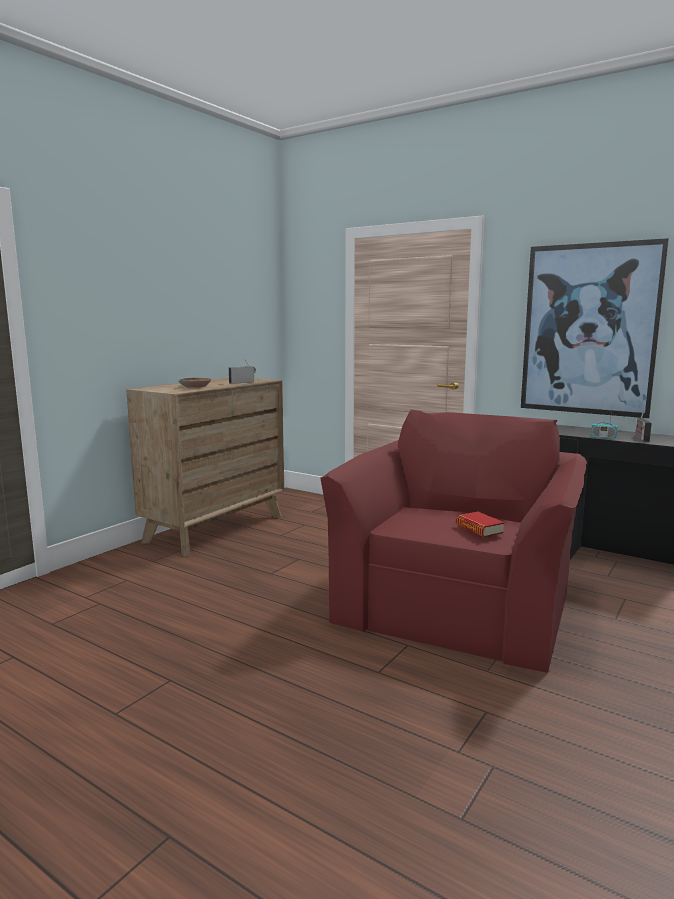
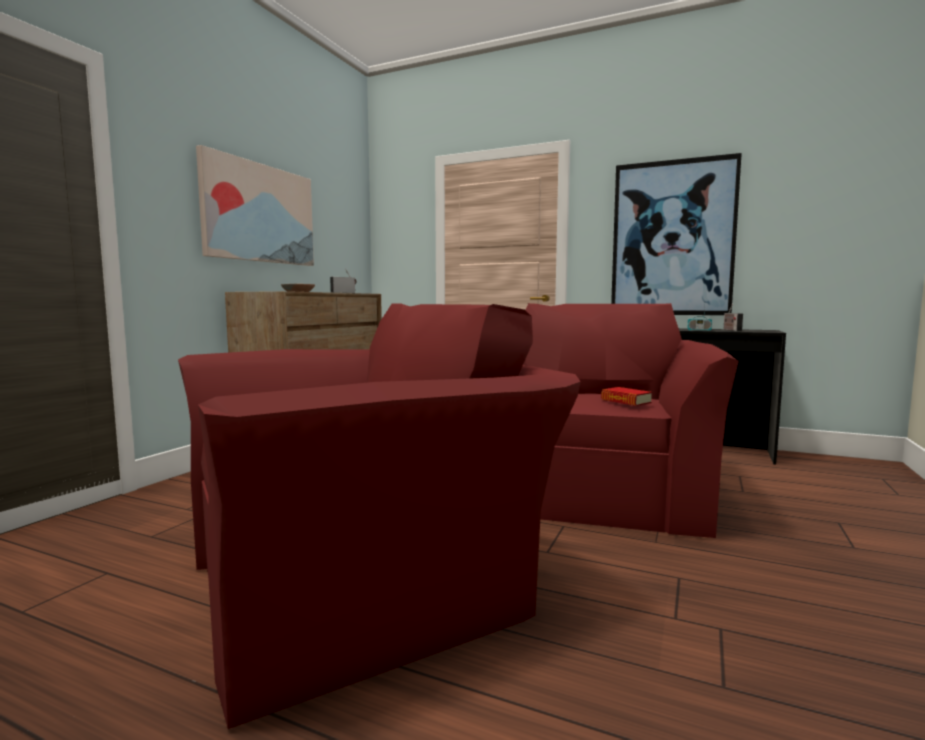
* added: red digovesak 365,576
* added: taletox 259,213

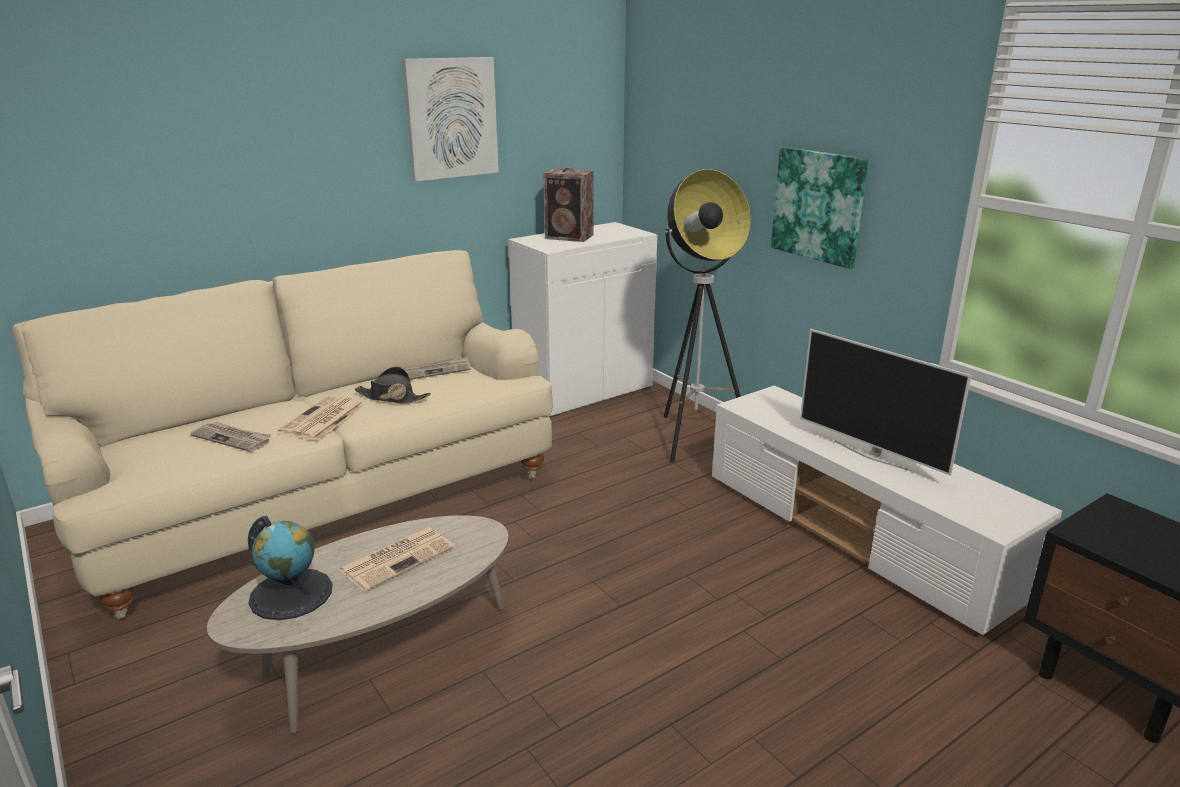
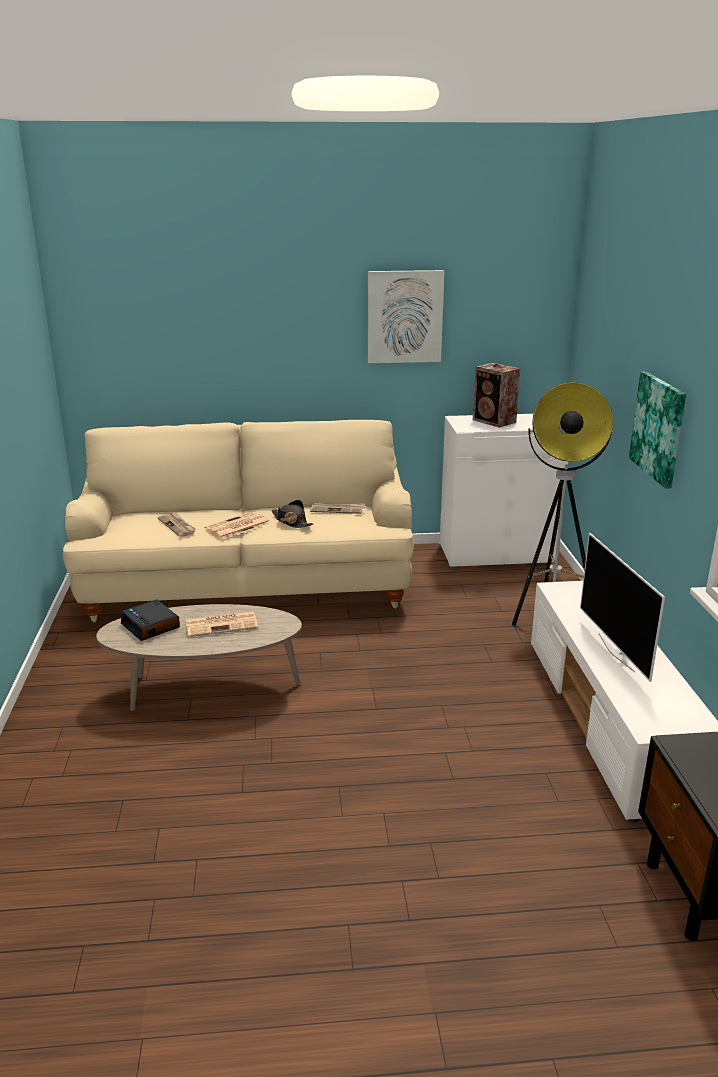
* replaced: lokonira 291,593 to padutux 151,626

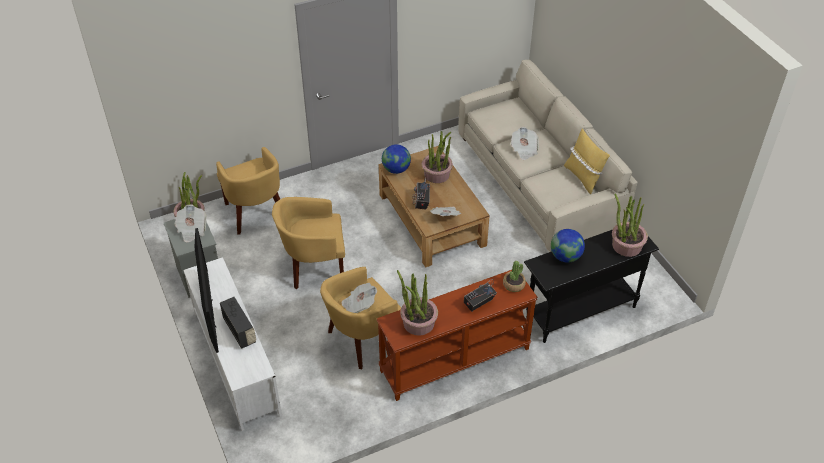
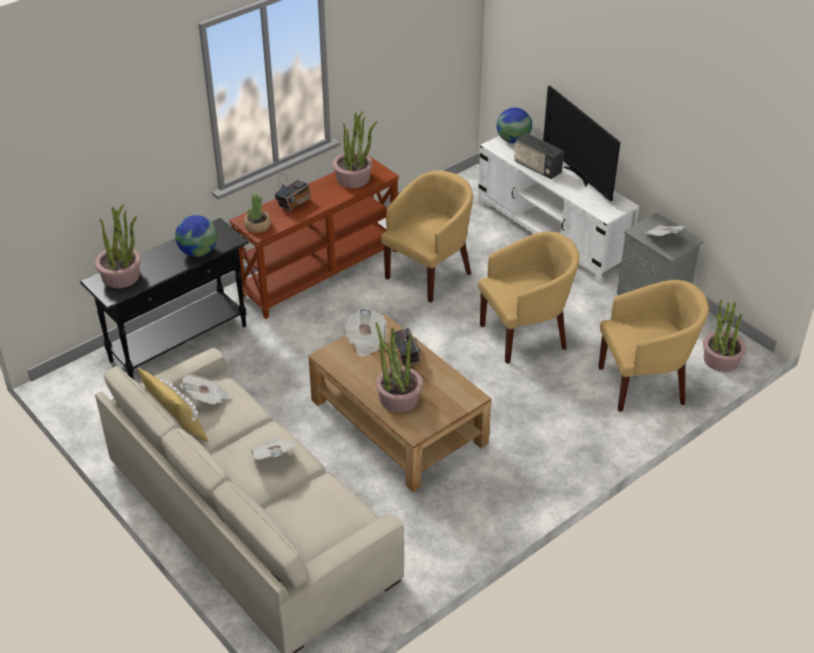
* moved: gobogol 359,304 to 207,398
* moved: lokonira 396,169 to 513,140
* turned: yellow digovesak 255,213 = 644,383 120 degrees clockwise

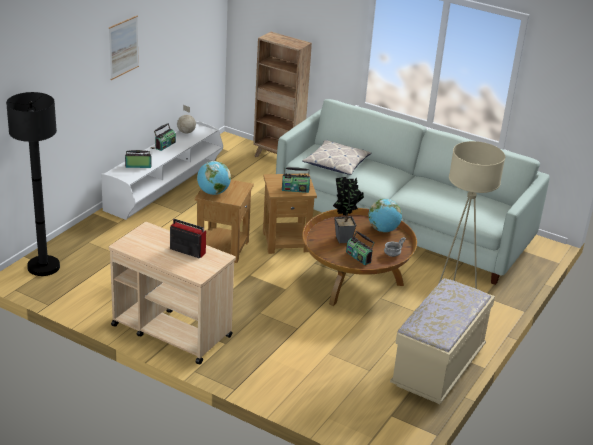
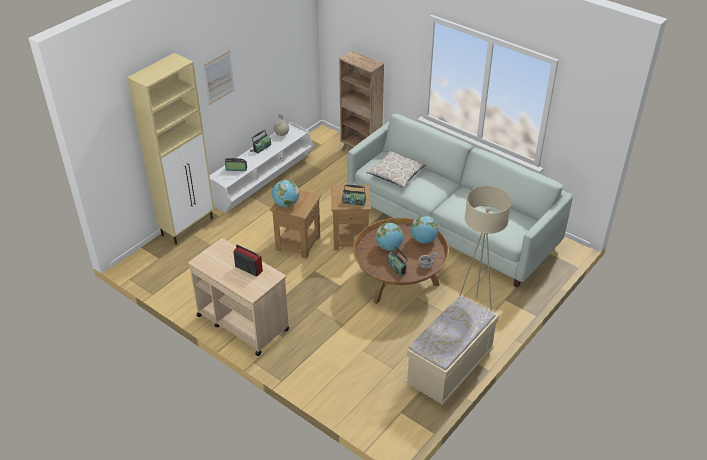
* added: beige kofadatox 188,226
* replaced: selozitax 344,238 to lokonira 389,247
* removed: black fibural 43,267

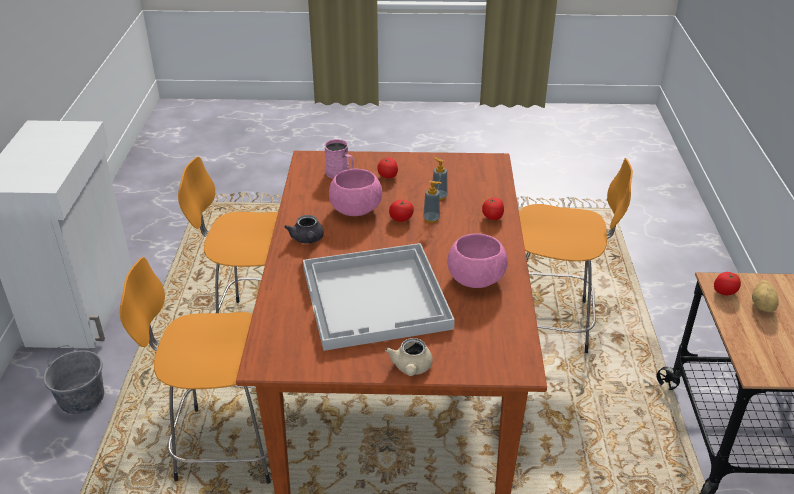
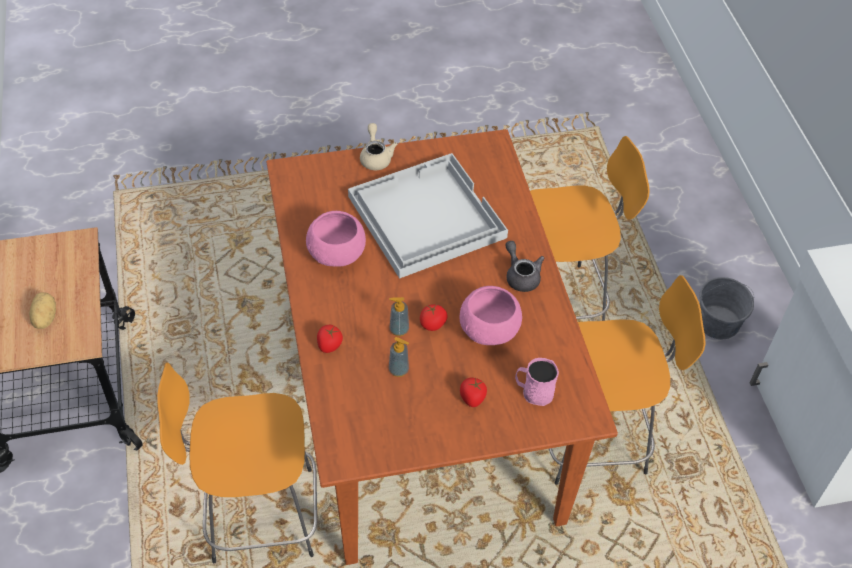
* removed: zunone 724,291

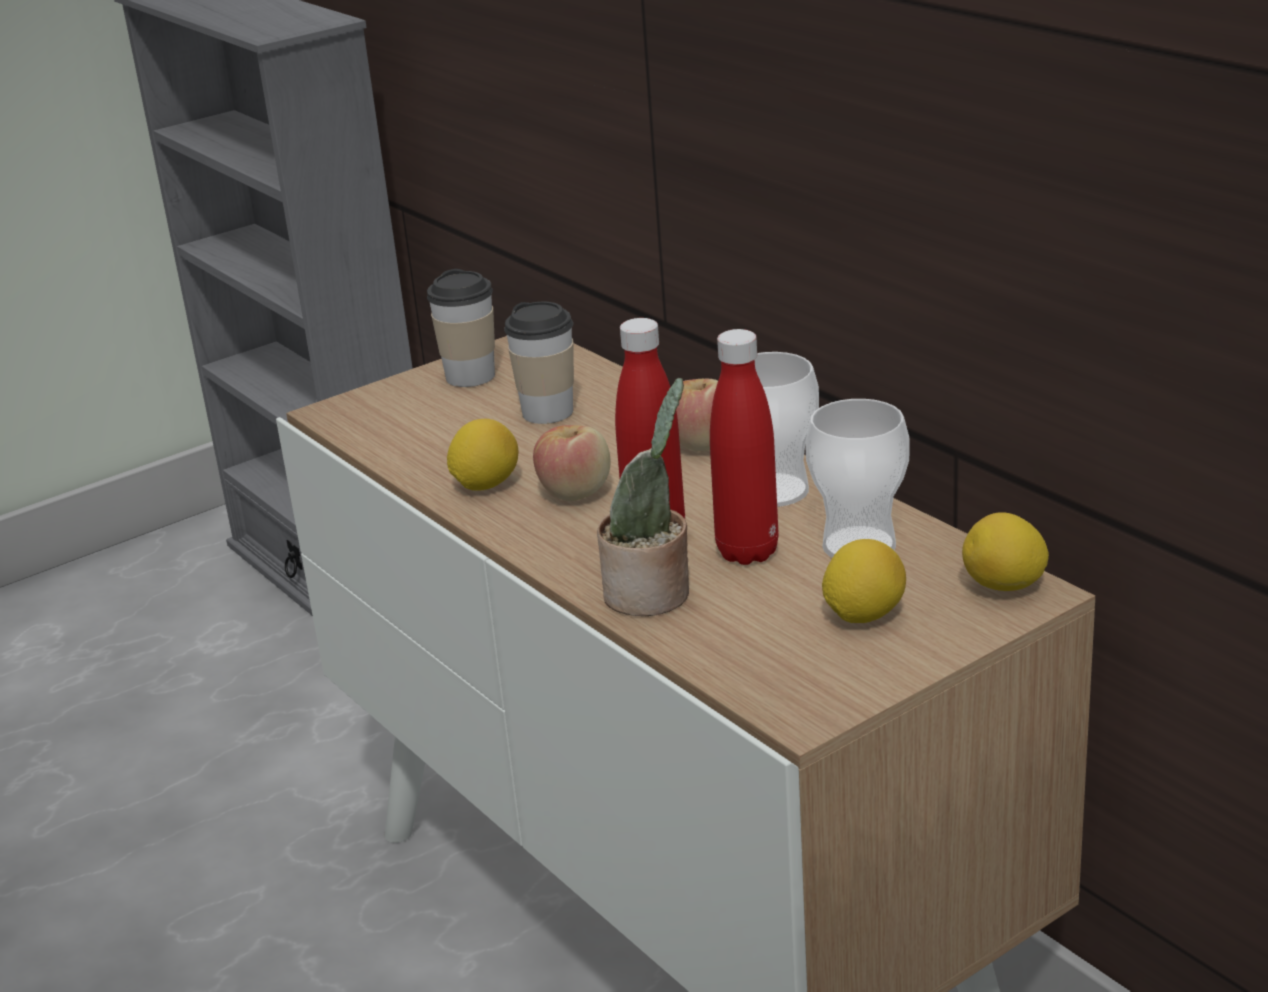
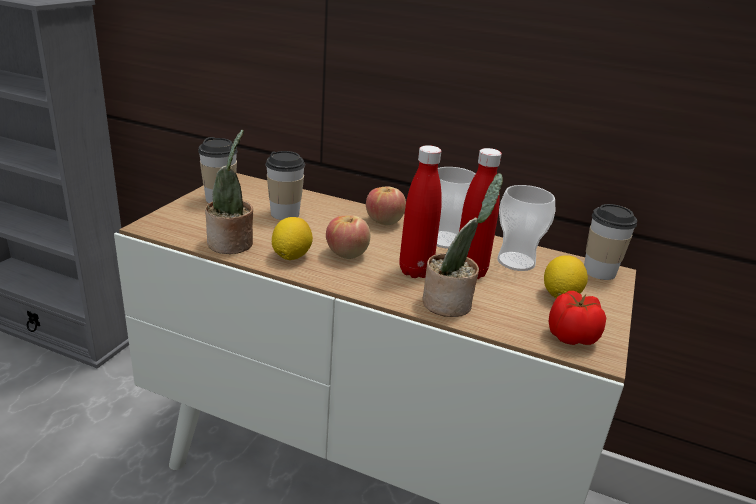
* added: selozitax 232,245
* added: zunone 571,336
* replaced: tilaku 1004,587 to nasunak 599,271

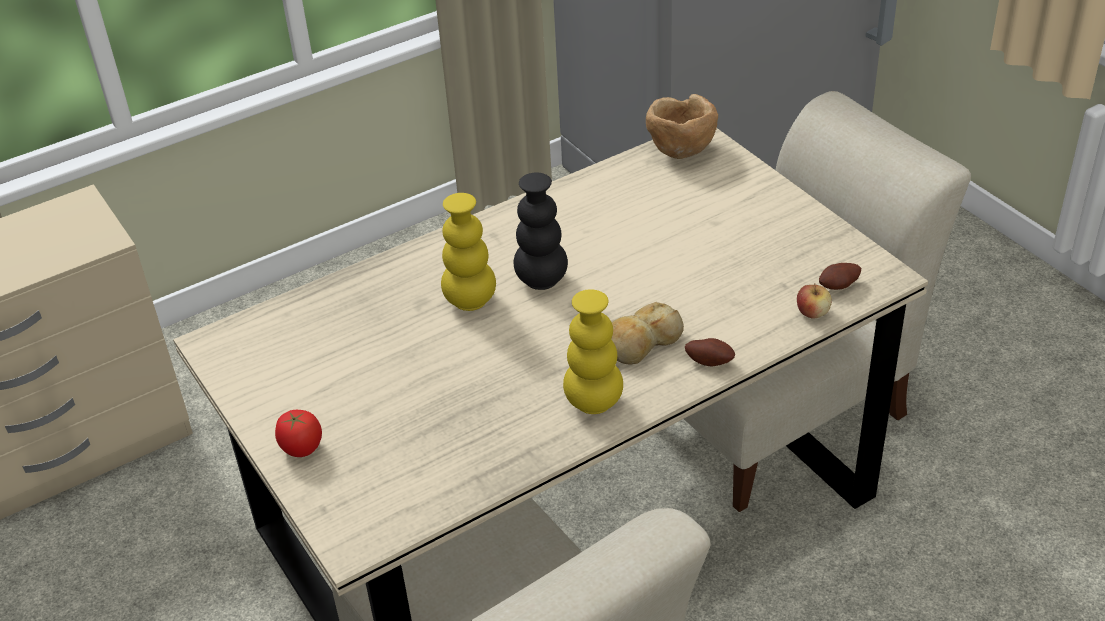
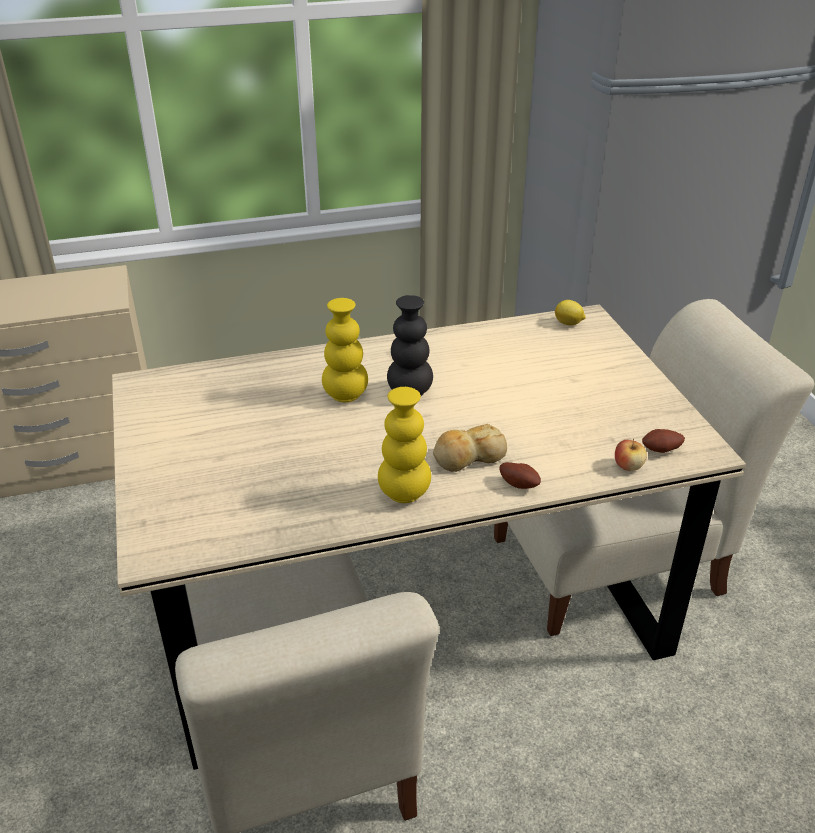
* replaced: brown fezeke 680,151 to tilaku 569,323
* removed: zunone 301,448

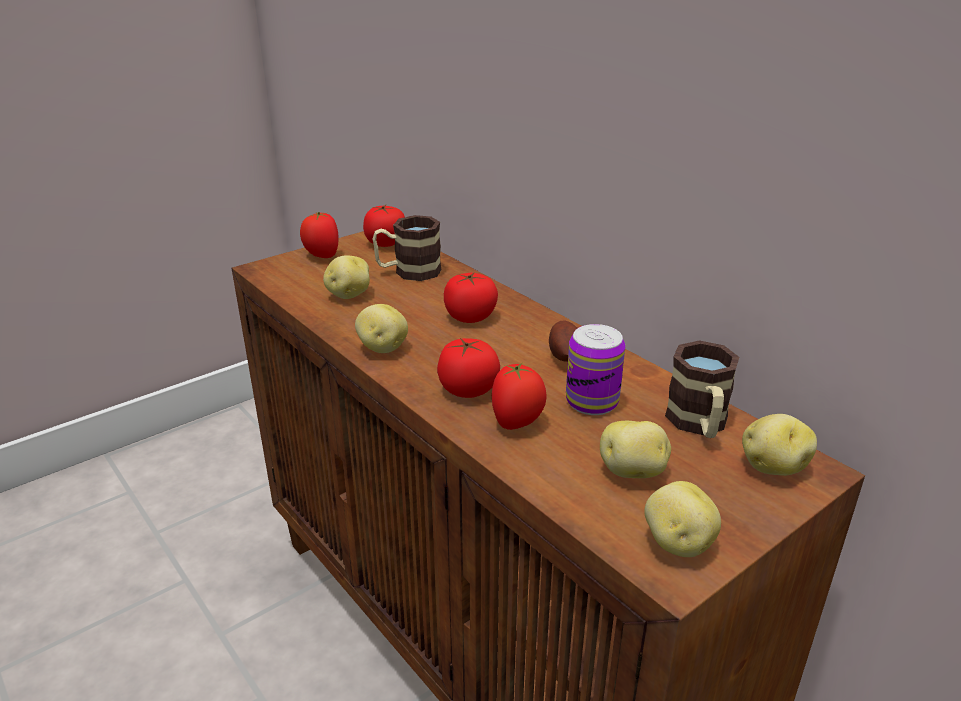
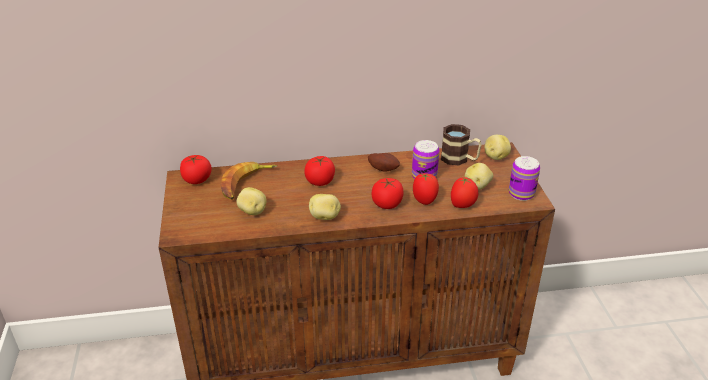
* replaced: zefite 408,272 to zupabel 246,184
* moved: zunone 322,256 to 463,206
* replaced: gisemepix 676,543 to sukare 521,193

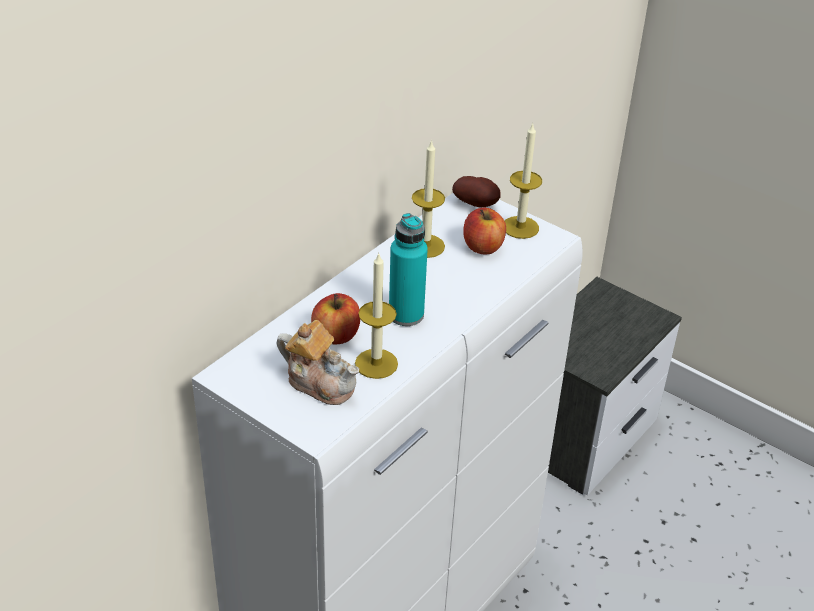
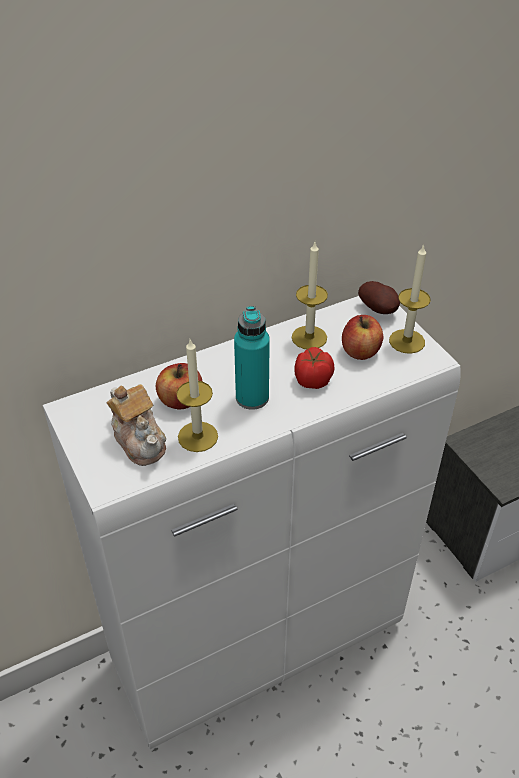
* added: zunone 312,380

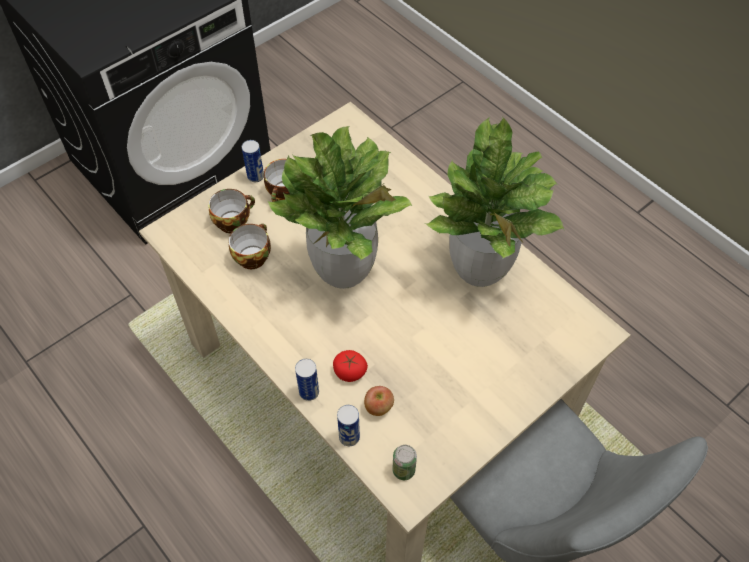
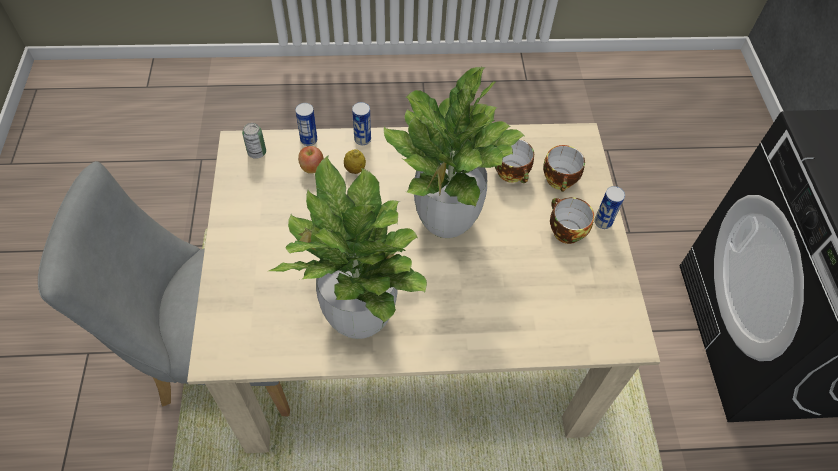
* replaced: zunone 350,371 to tilaku 355,169

